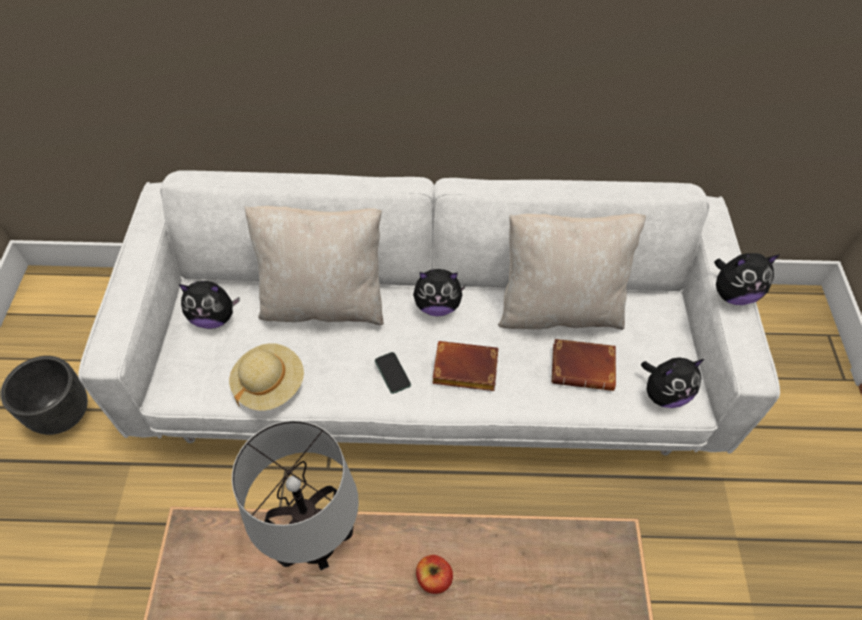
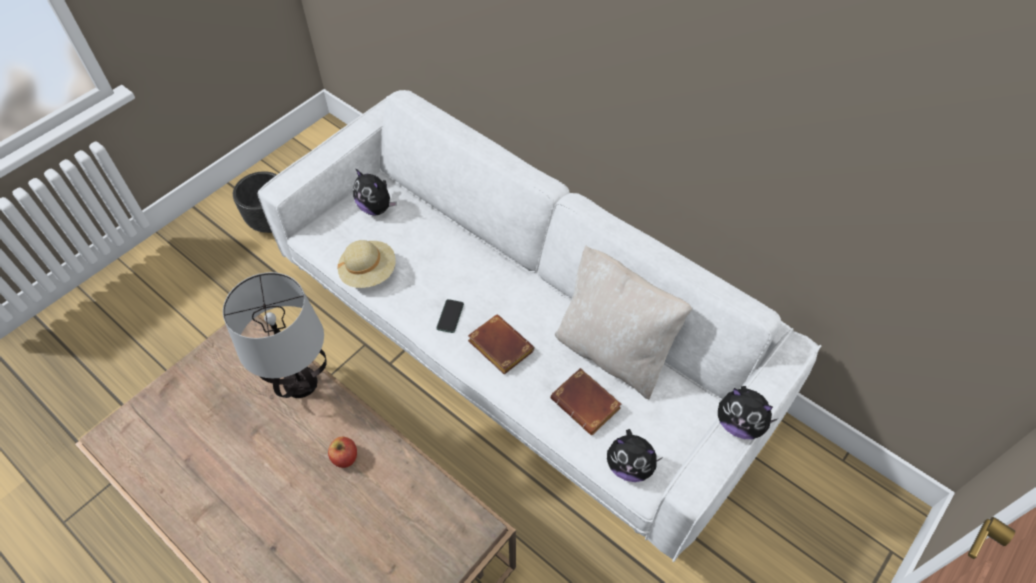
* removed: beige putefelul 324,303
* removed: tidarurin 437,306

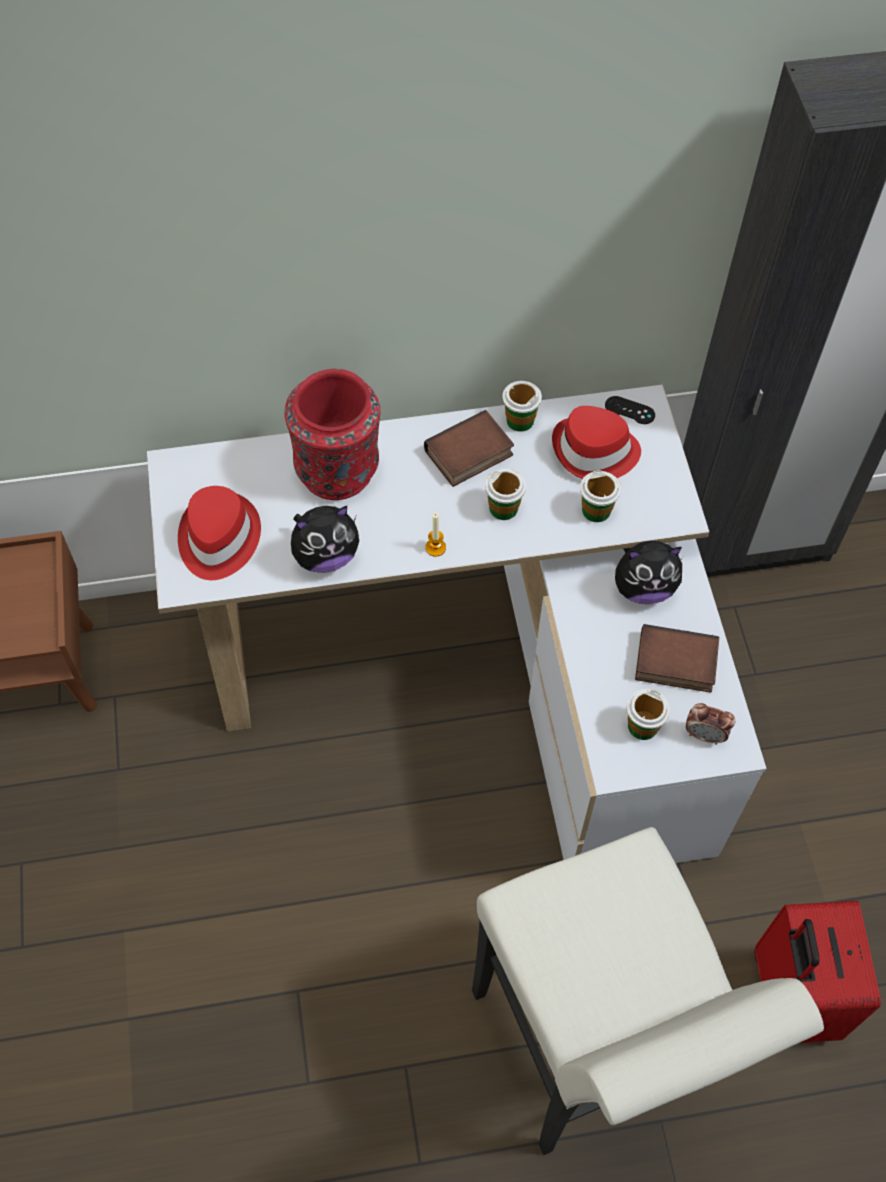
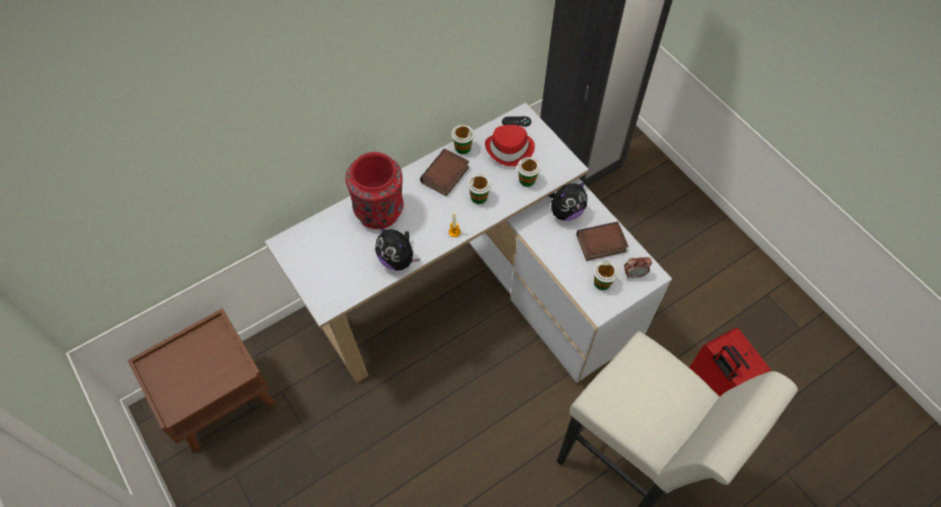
* turned: tidarurin 325,556 = 397,260 90 degrees clockwise
* removed: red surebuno 217,538

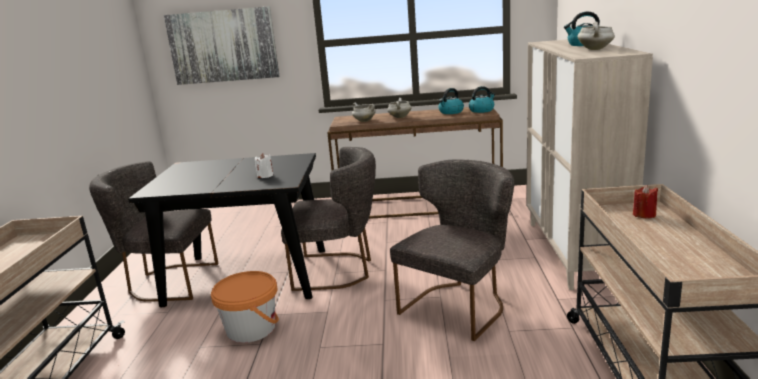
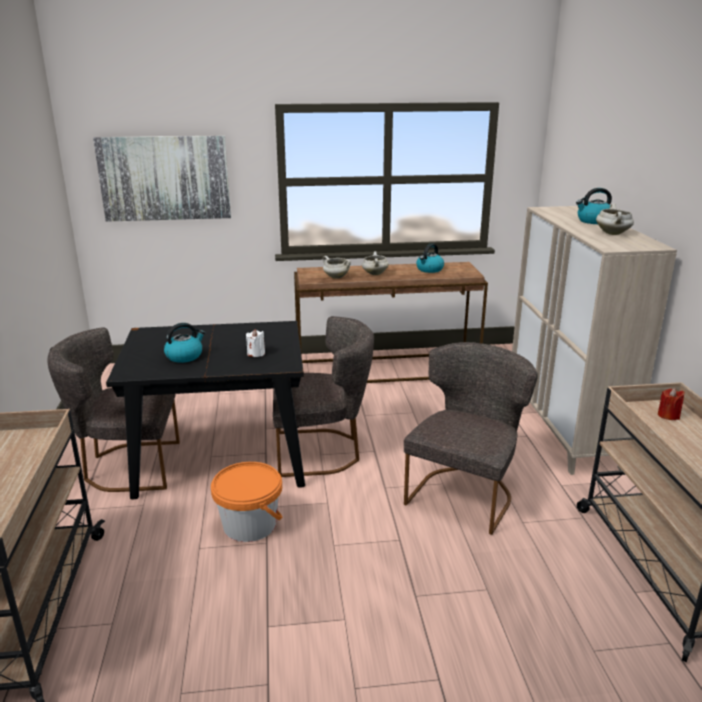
* moved: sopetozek 482,110 to 185,356

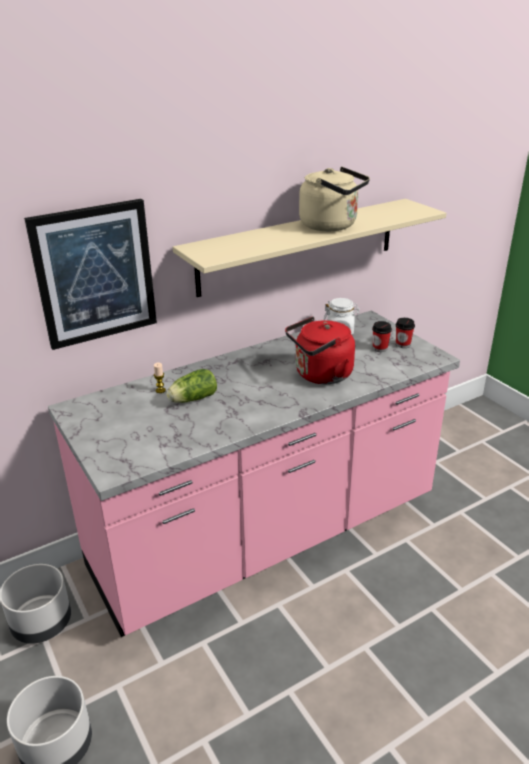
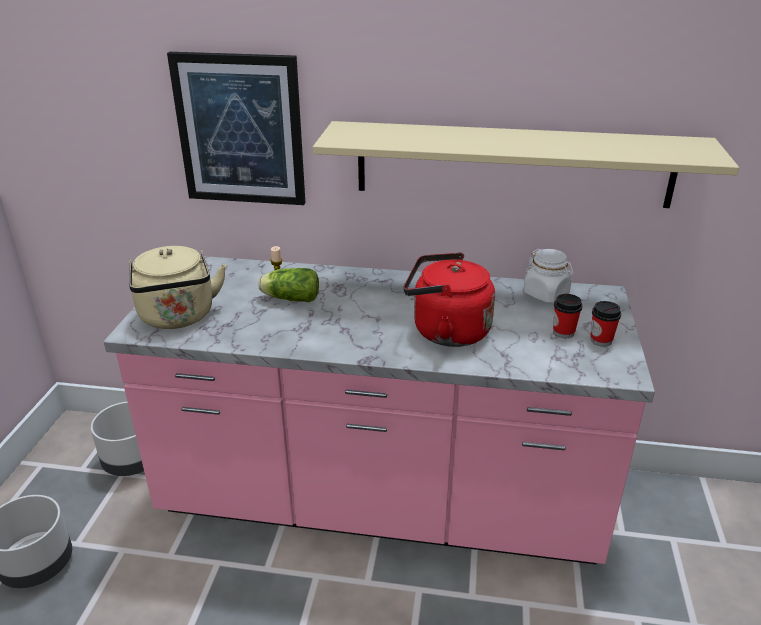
* moved: beige sopetozek 332,226 to 178,318

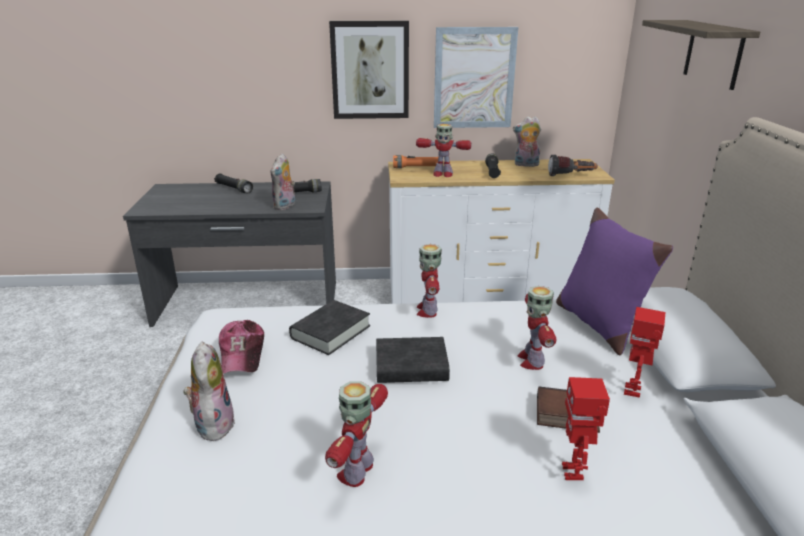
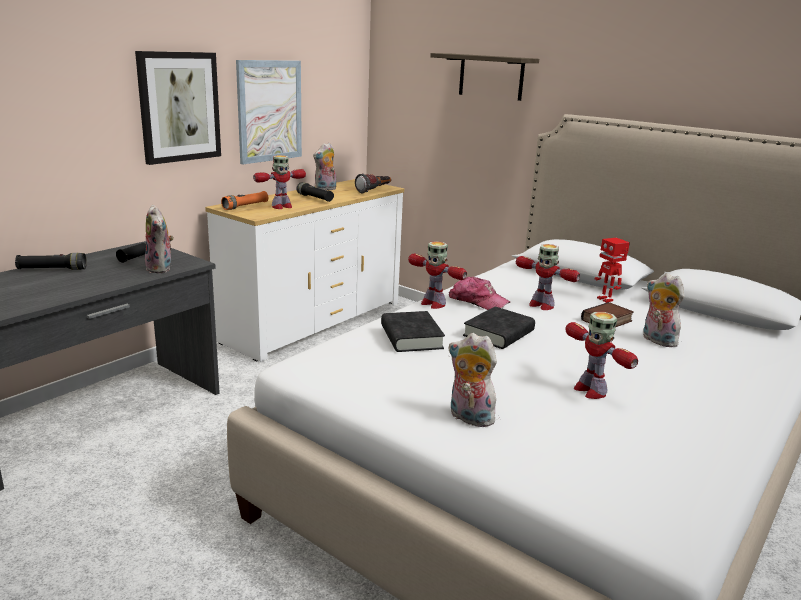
* moved: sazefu 242,354 to 477,301
* replaced: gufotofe 573,472 to tidarurin 656,340
* removed: purple putefelul 598,324

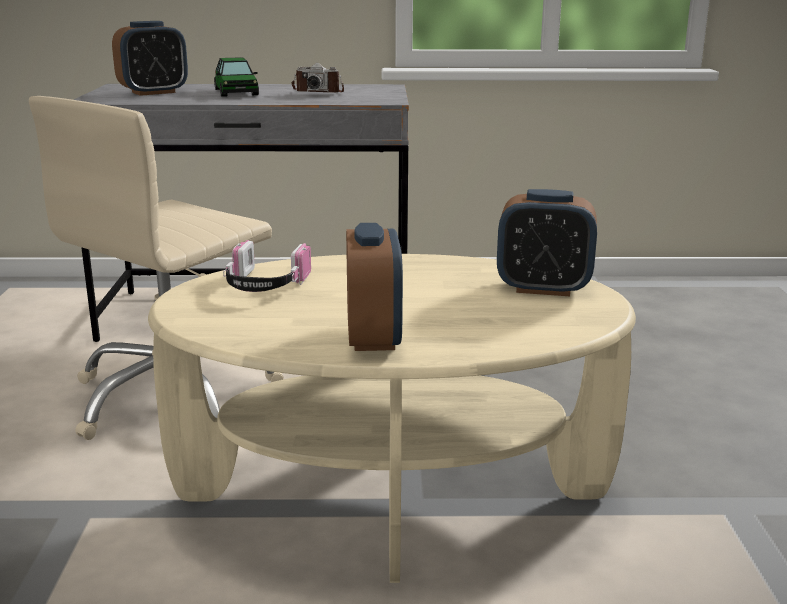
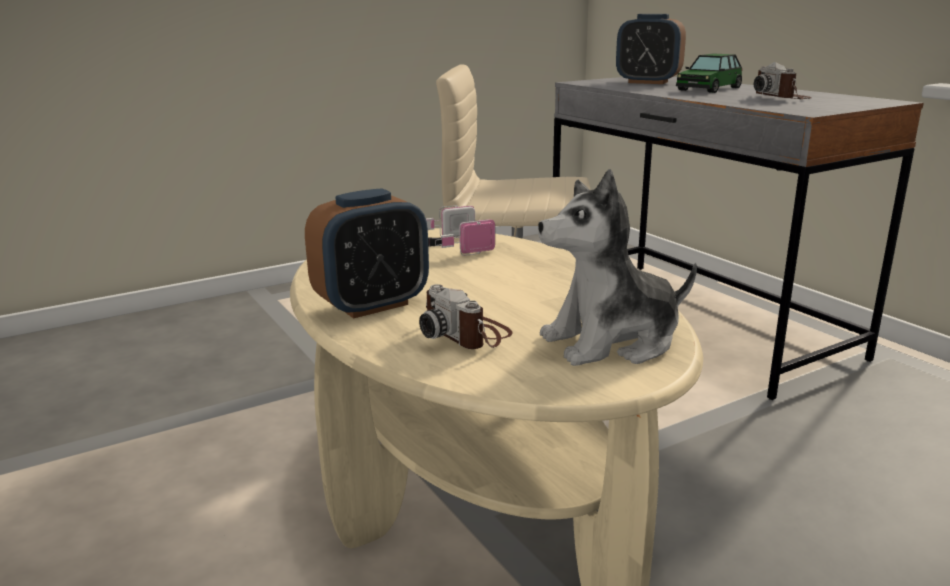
* added: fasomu 467,334
* replaced: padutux 543,288 to tidarurin 612,342

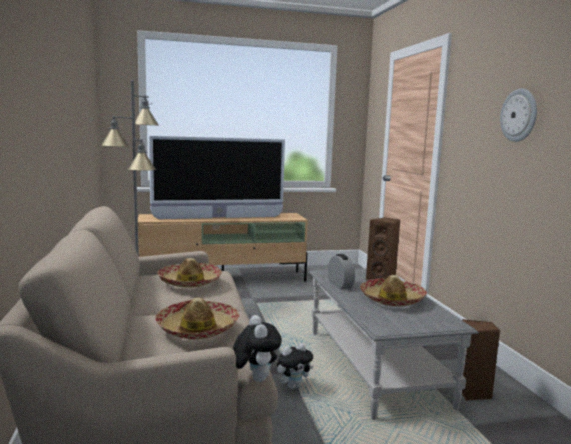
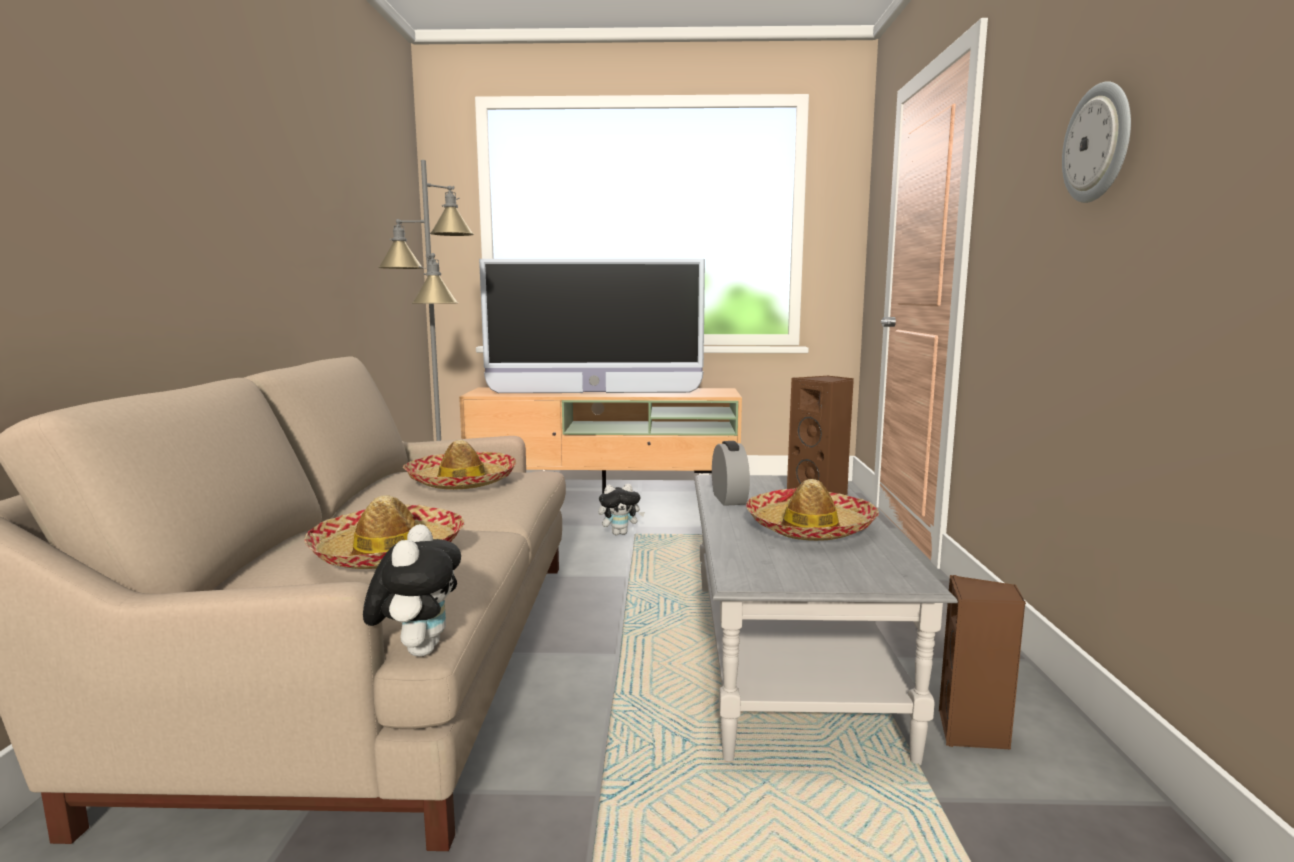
* moved: tidarurin 293,386 to 620,533

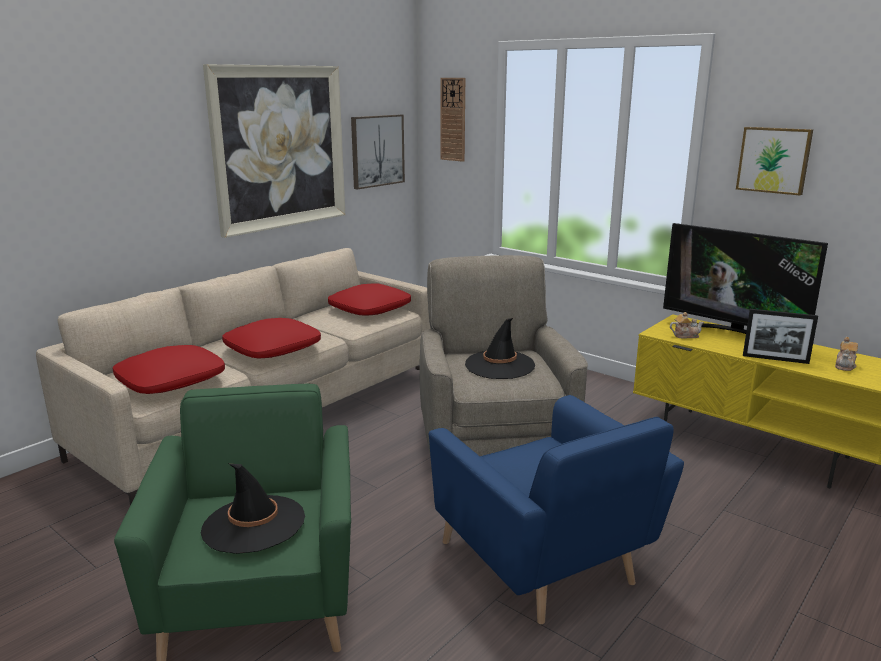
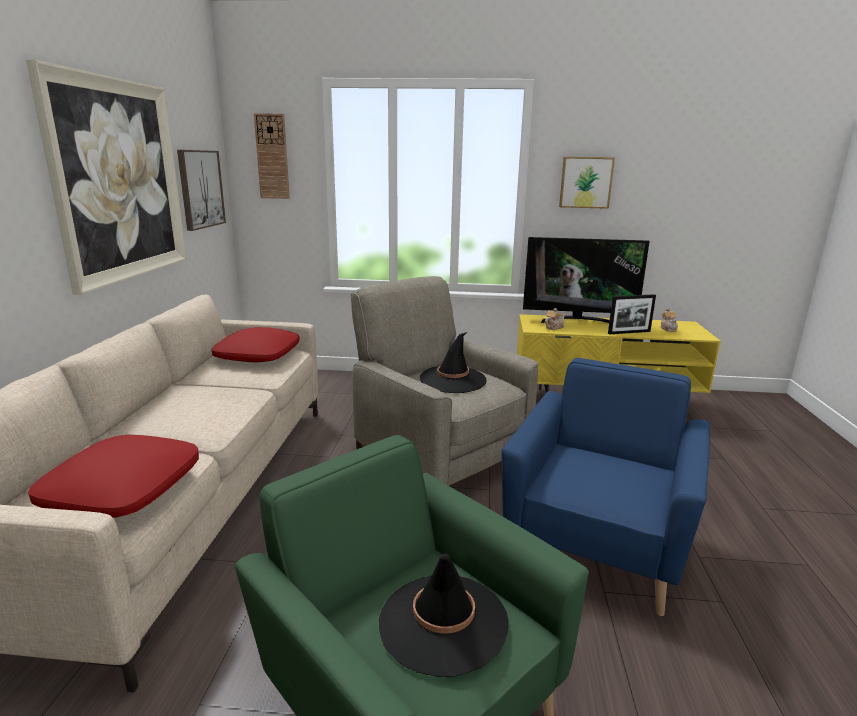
* turned: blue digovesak 545,562 = 596,542 90 degrees counterclockwise
* removed: red putefelul 272,349

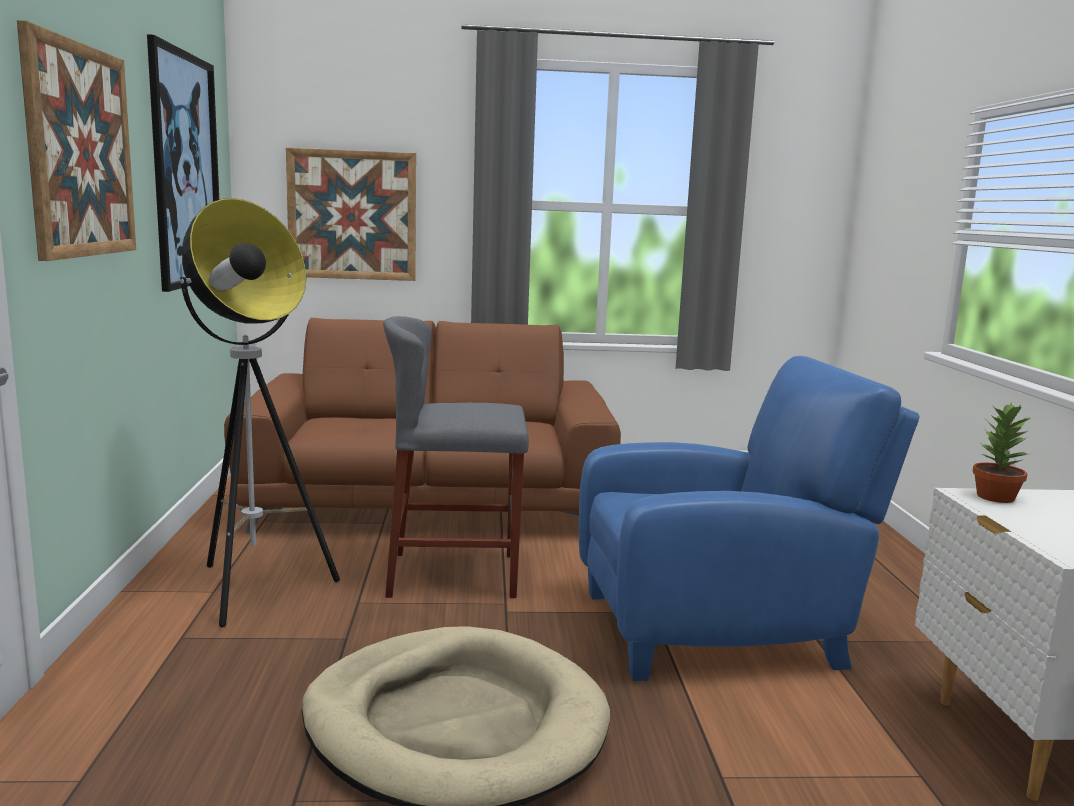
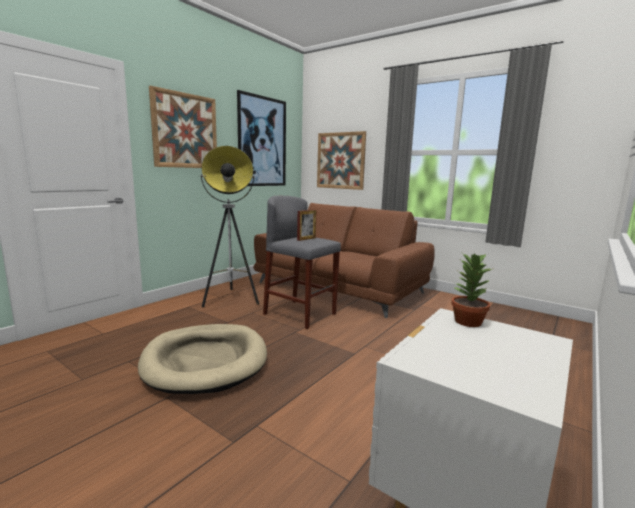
* added: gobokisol 306,239
* removed: blue digovesak 719,629

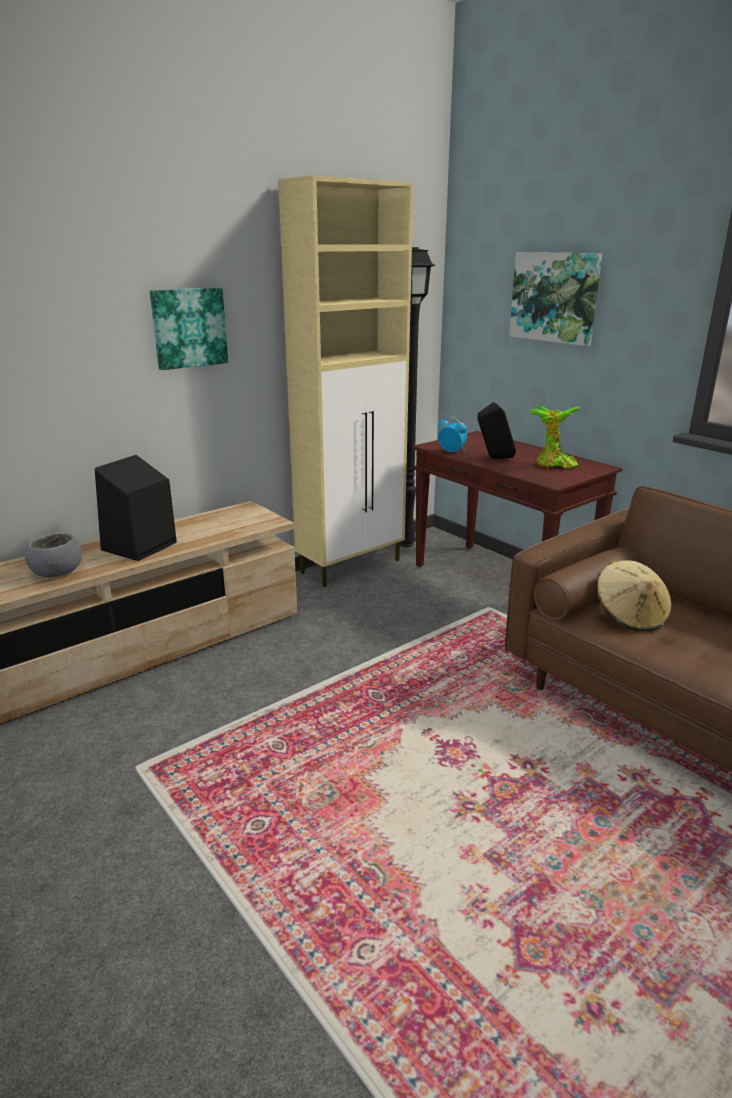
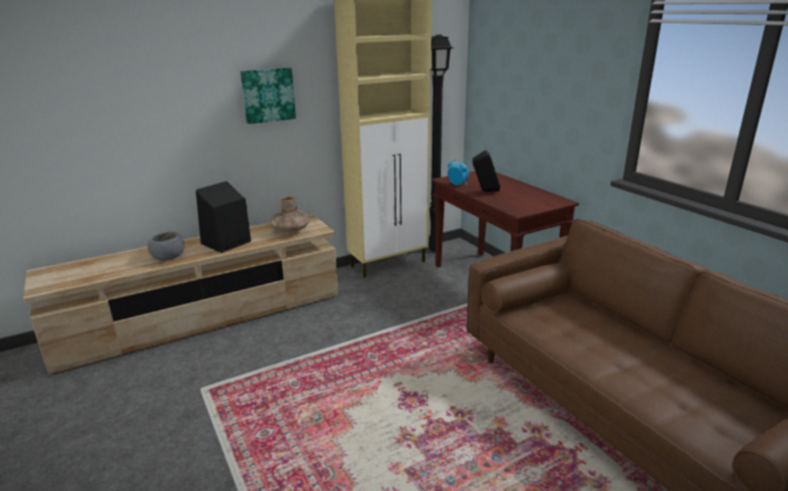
* added: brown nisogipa 290,231
* removed: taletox 555,297
* removed: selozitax 552,465
* removed: beige surebuno 630,616

